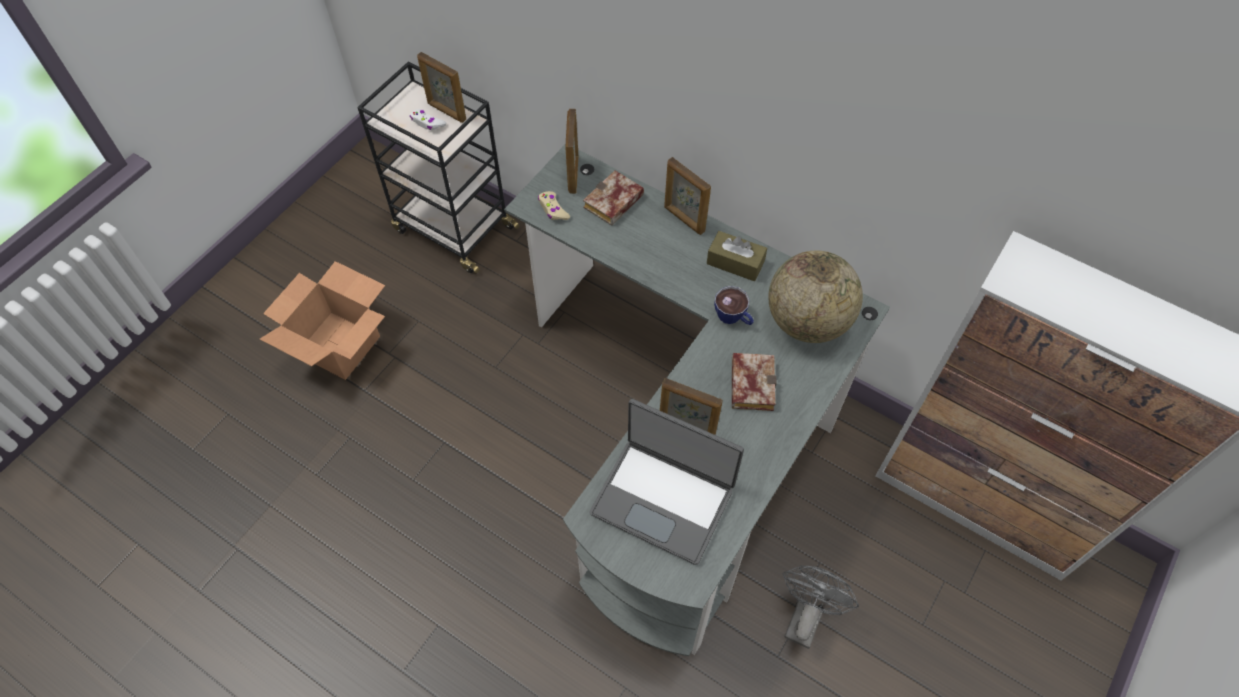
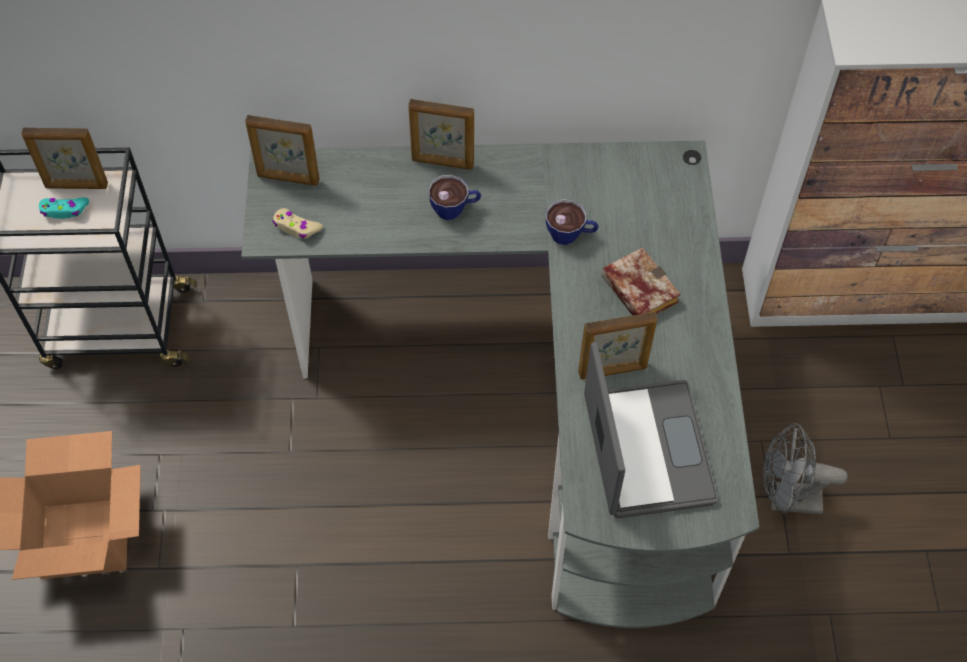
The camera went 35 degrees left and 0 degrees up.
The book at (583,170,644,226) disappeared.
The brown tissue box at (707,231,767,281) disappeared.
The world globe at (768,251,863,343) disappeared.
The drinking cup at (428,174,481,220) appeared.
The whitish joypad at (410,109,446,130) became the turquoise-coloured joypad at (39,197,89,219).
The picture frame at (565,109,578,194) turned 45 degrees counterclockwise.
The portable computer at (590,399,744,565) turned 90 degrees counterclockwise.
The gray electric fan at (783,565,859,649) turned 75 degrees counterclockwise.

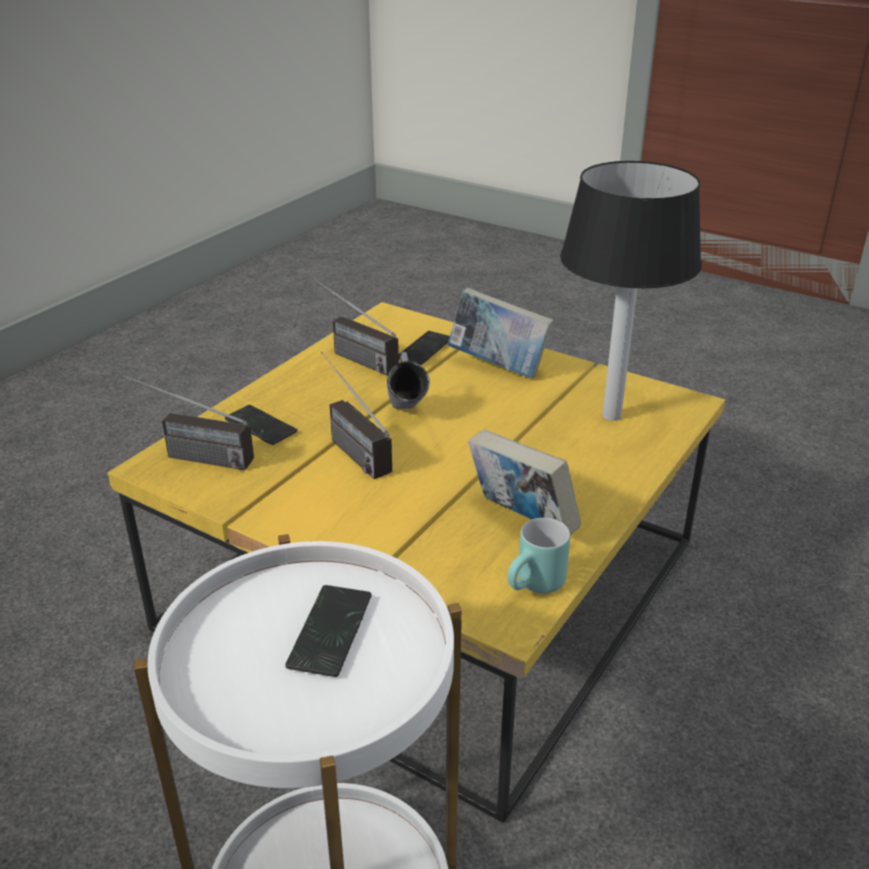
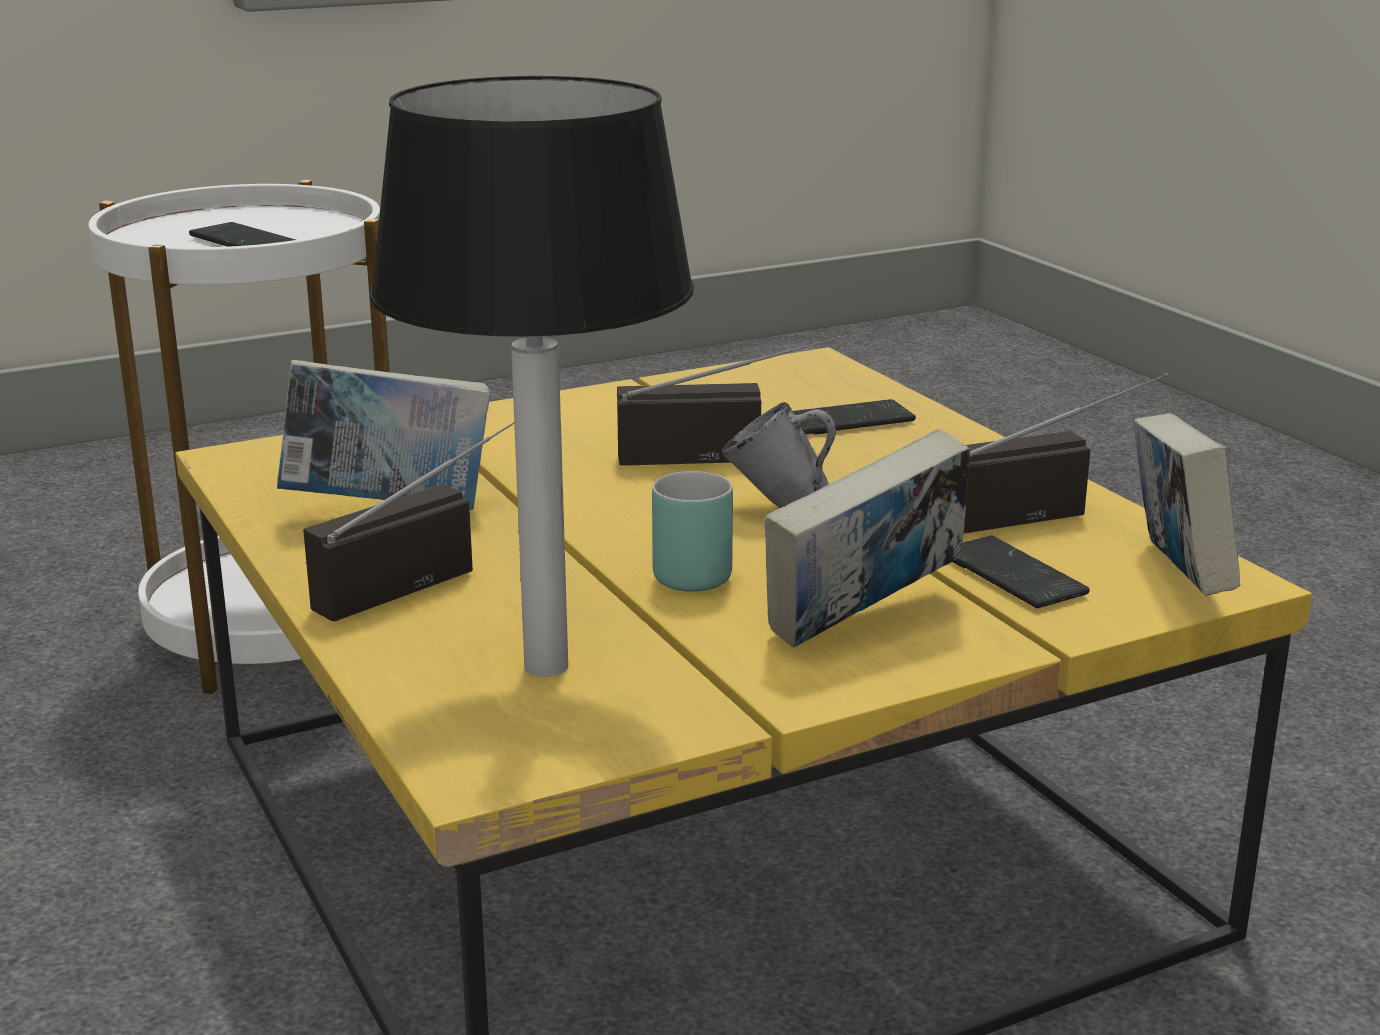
The camera went 120 degrees right and 10 degrees down.
The book at (1133,413,1240,595) appeared.
The radio set moved from (124,375,254,470) to (303,422,514,621).
The turquoise-coloured tea mug moved from (507,518,570,593) to (652,471,733,592).

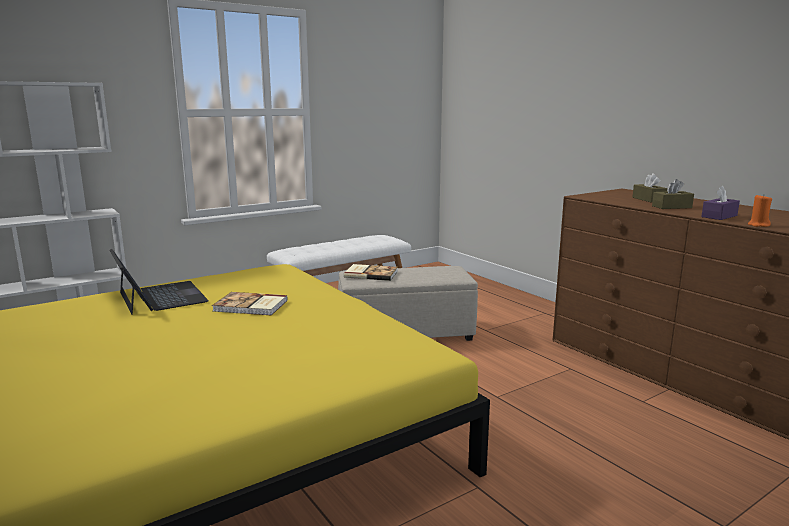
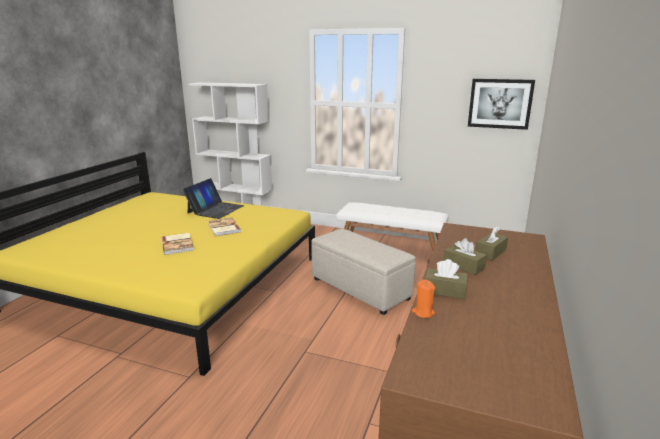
The camera went 55 degrees right and 5 degrees up.
The wall art at (468,79,535,130) appeared.
The book moved from (344,264,398,281) to (161,233,194,255).
The purple-coloured tissue box at (701,186,740,220) became the brown tissue box at (425,259,468,299).

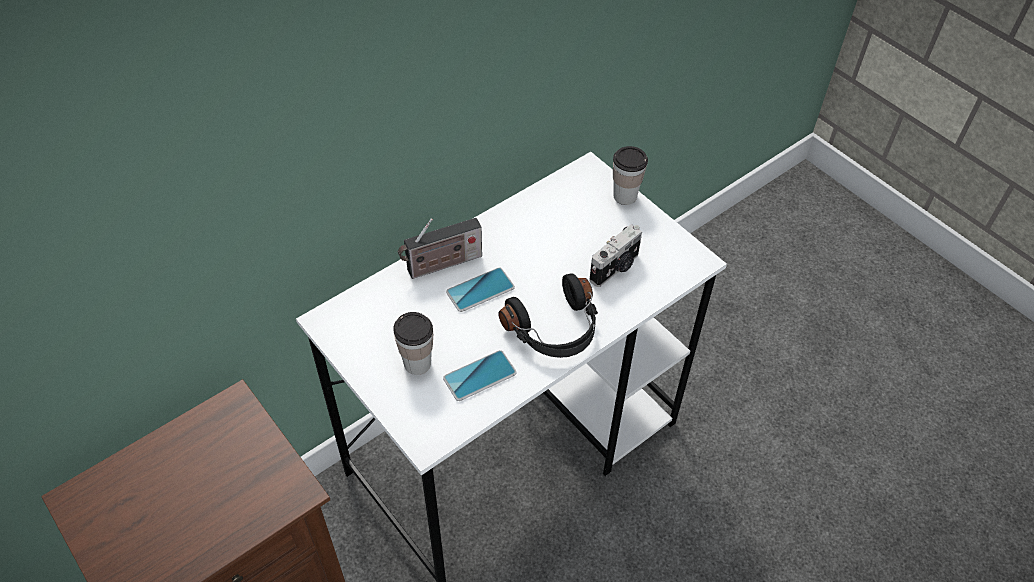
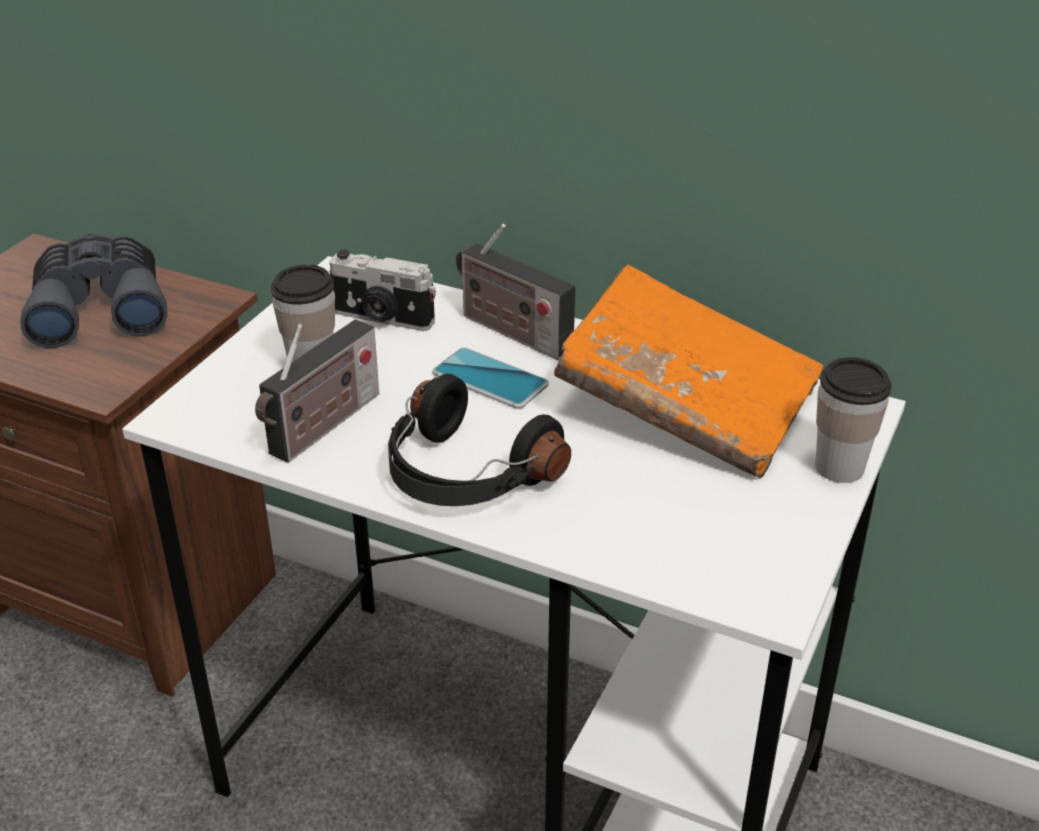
The camera went 65 degrees right and 15 degrees down.
The gray pair of binoculars at (20,233,168,348) appeared.
The orange-coloured book at (554,265,823,478) appeared.
The photo camera moved from (589,224,642,287) to (329,249,436,331).
The phone at (443,350,517,401) was replaced by the radio set at (255,319,379,463).

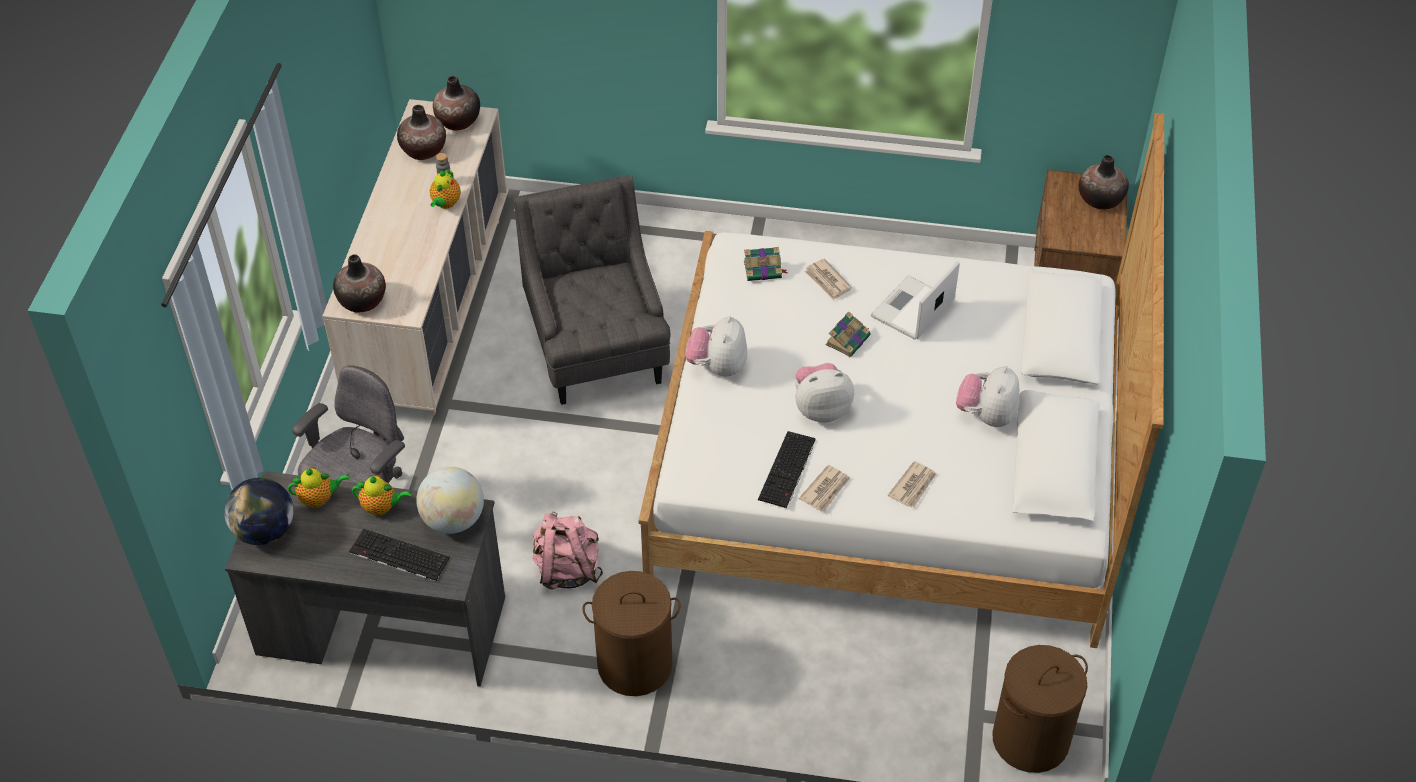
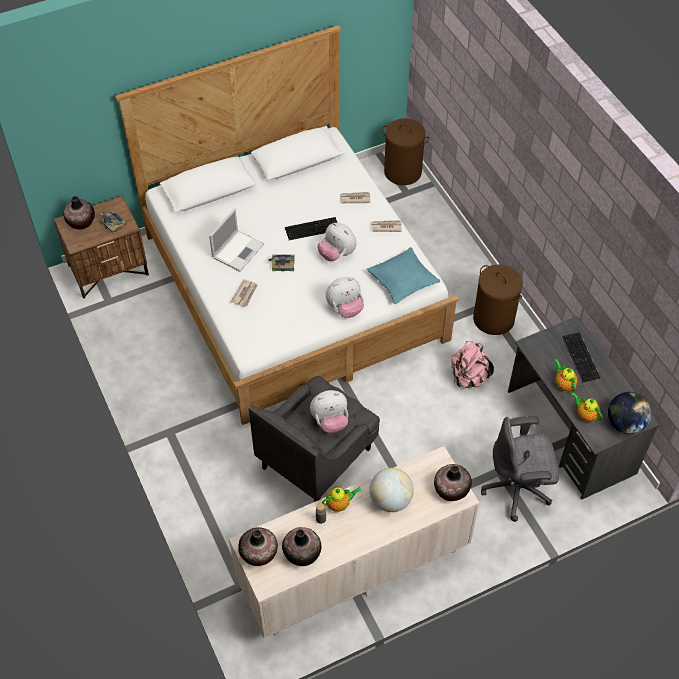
The camera went 125 degrees left and 5 degrees up.
The turquoise-coloured pillow at (367,247,440,304) appeared.
The world globe moved from (416,467,484,534) to (369,468,414,512).
The book moved from (744,247,787,281) to (99,211,126,234).
The computer keyboard moved from (758,431,816,509) to (285,217,337,240).
The cuddly toy moved from (956,366,1020,427) to (310,390,348,433).
The portable computer at (871,261,960,340) turned 60 degrees counterclockwise.

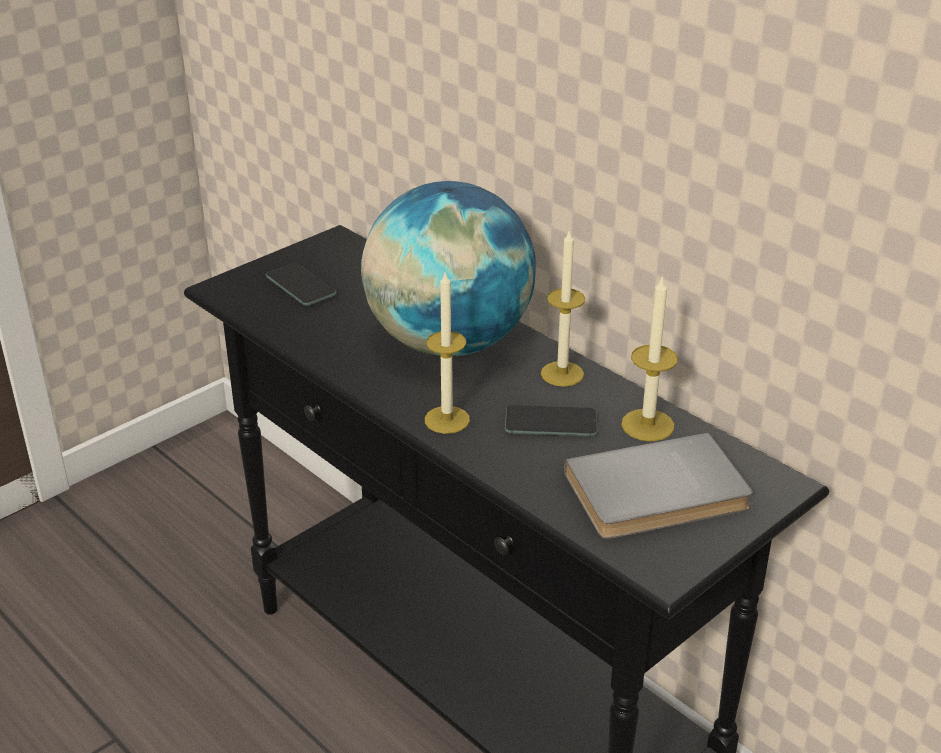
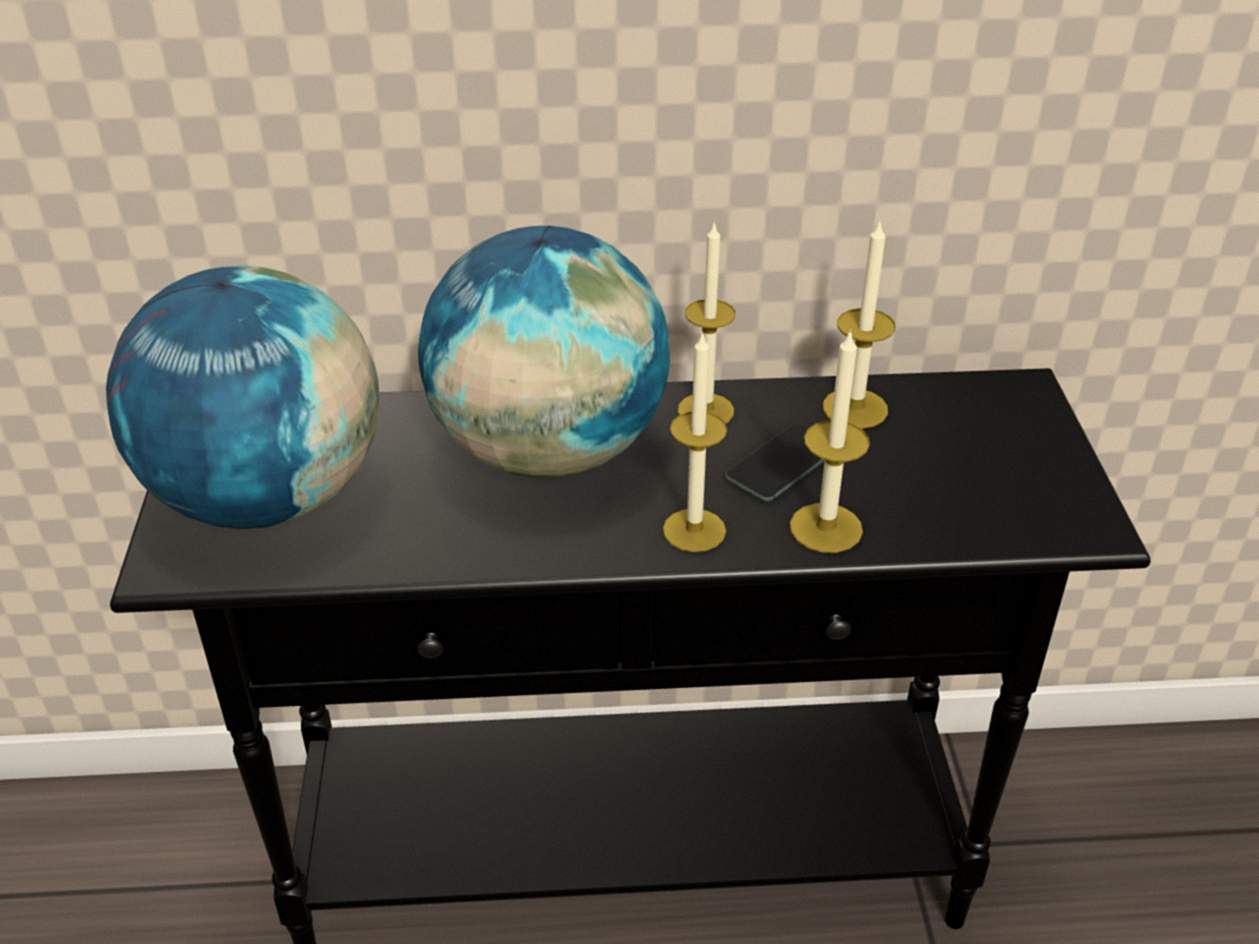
The camera went 50 degrees left and 5 degrees up.
The gray book at (564,433,752,539) disappeared.
The wax candle at (790,329,870,553) appeared.
The phone at (266,263,337,306) was replaced by the world globe at (106,265,379,529).

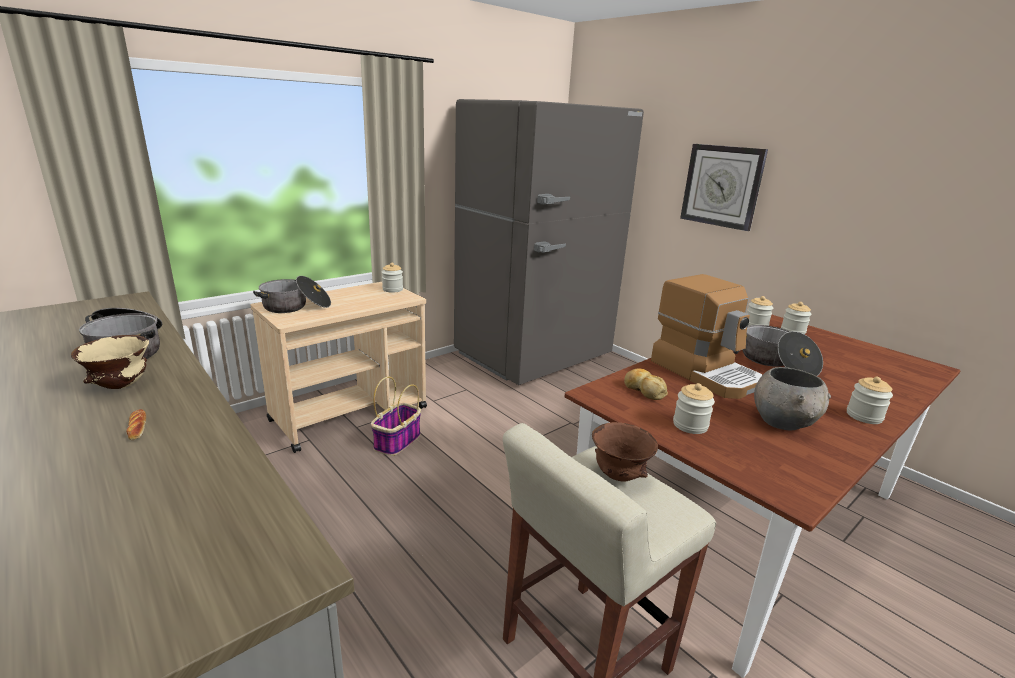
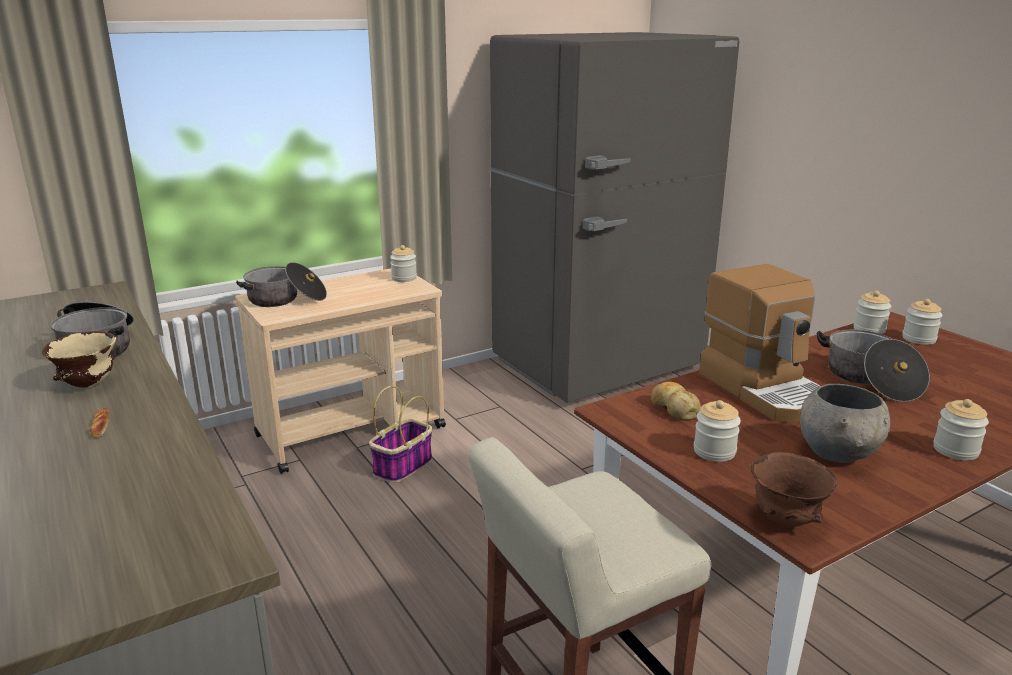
The camera went 10 degrees right and 0 degrees up.
The hanging clock at (680,144,768,231) disappeared.
The brown deep dish moved from (592,422,658,481) to (751,452,837,527).

